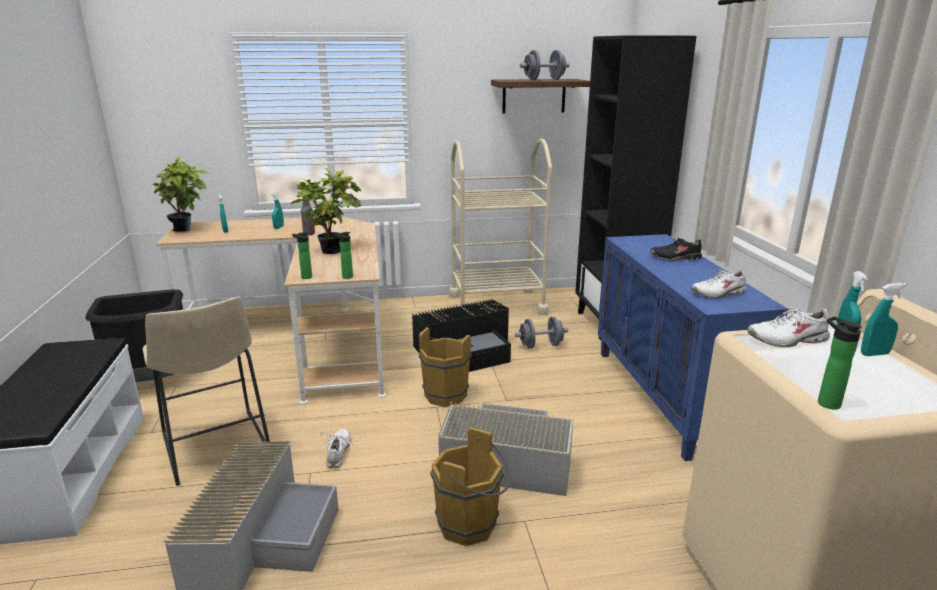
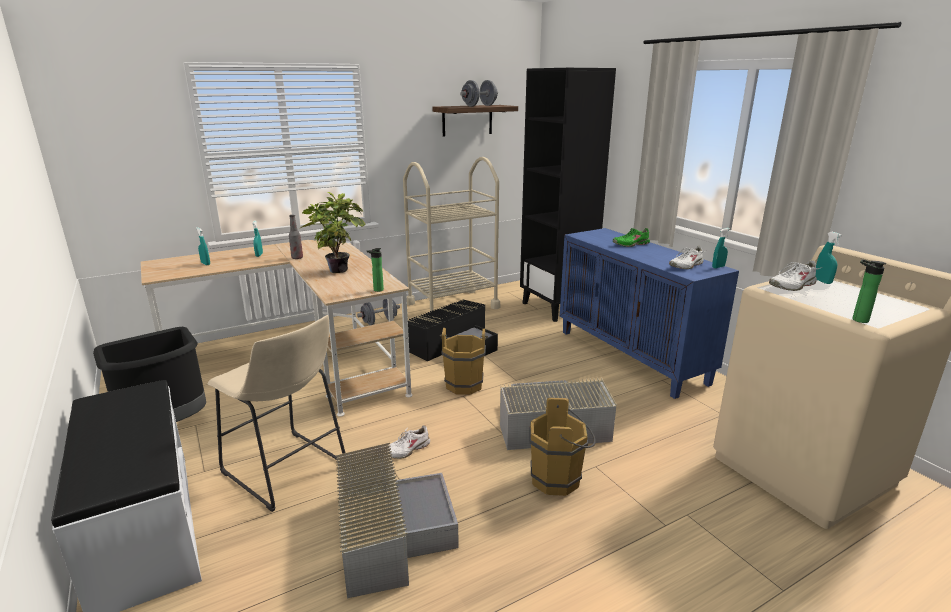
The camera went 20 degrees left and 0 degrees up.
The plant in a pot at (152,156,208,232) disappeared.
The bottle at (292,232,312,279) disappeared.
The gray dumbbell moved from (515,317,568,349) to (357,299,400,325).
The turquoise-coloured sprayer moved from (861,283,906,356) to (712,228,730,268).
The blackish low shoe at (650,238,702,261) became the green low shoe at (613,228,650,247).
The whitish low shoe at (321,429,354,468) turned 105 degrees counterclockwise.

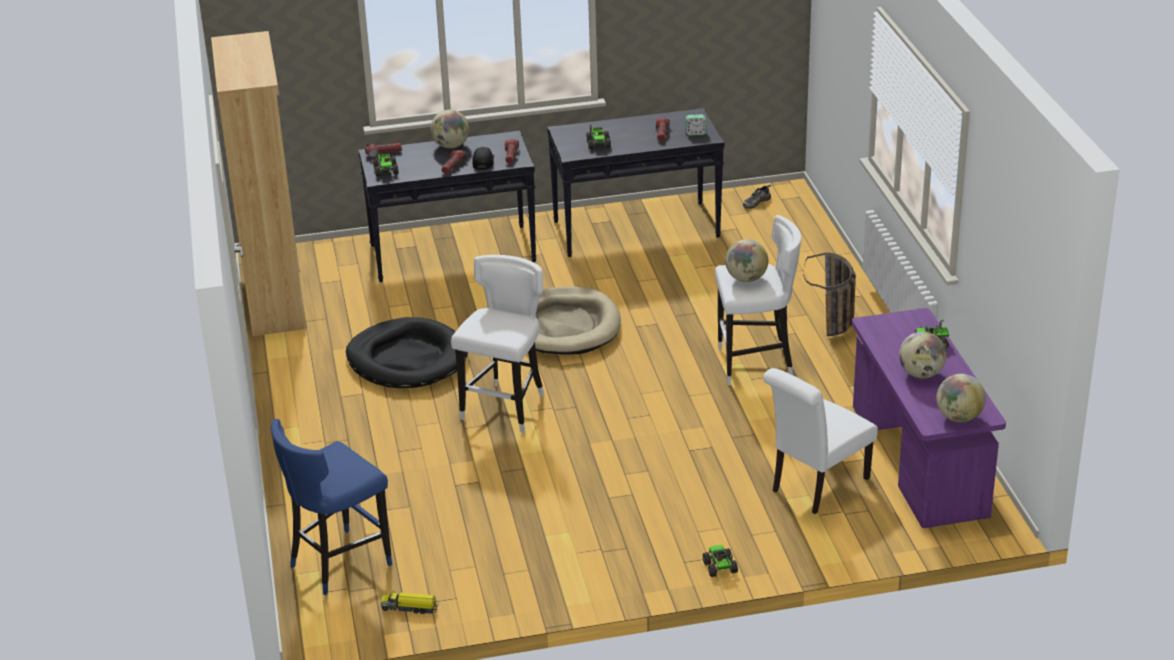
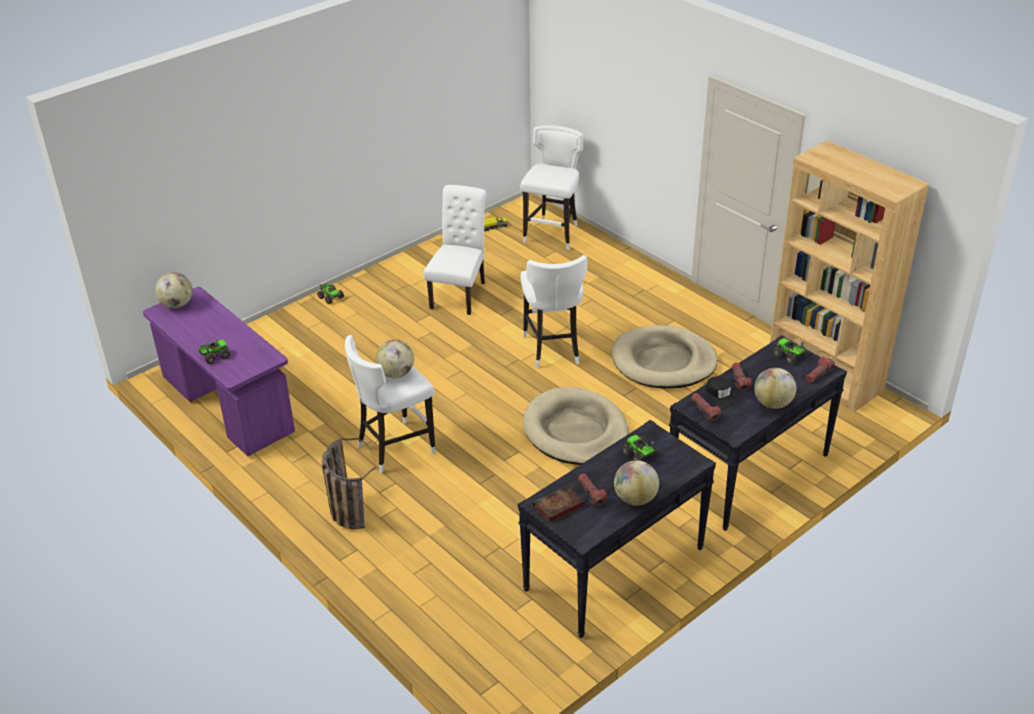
The camera went 150 degrees right and 5 degrees up.
The low shoe at (743,185,771,209) disappeared.
The whitish upright chair moved from (763,368,878,514) to (424,185,487,315).
The world globe moved from (899,332,947,378) to (614,460,659,506).
The alarm clock at (685,114,706,136) was replaced by the book at (533,485,584,523).
The bluish sitting stool at (271,419,392,595) became the whitish sitting stool at (520,126,583,250).
The blackish pet bed at (346,317,468,388) became the sand-coloured pet bed at (612,325,717,388).

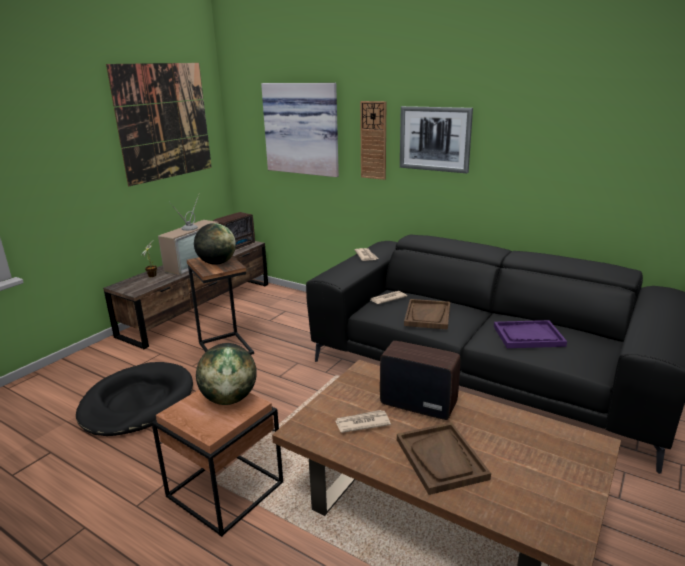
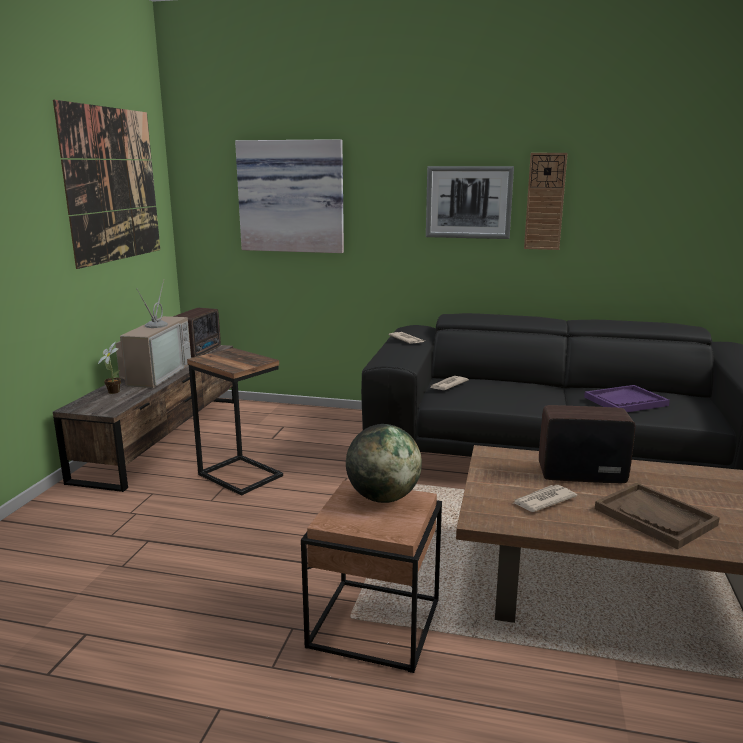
The camera went 20 degrees left and 5 degrees down.
The blackish pet bed at (76,362,193,436) disappeared.
The world globe at (194,223,236,265) disappeared.
The brown carrying tray at (404,299,450,330) disappeared.
The hanging clock moved from (360,101,386,180) to (524,153,568,250).

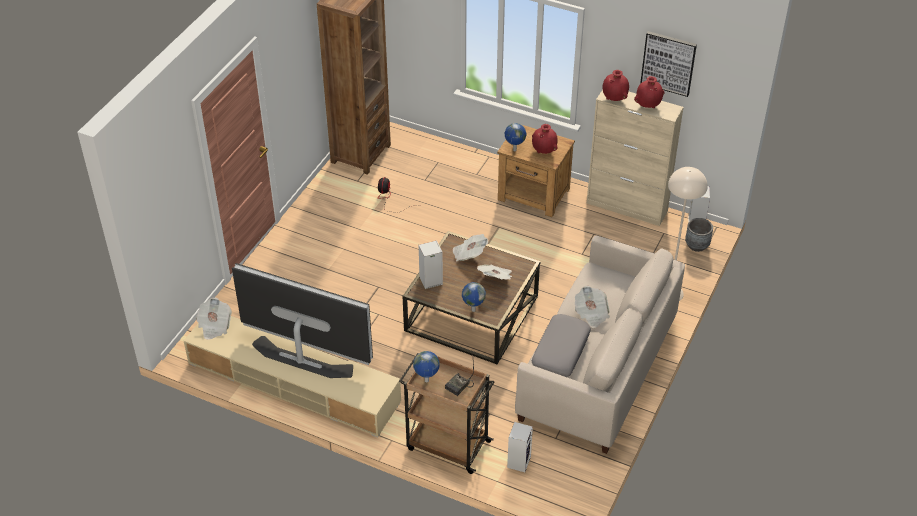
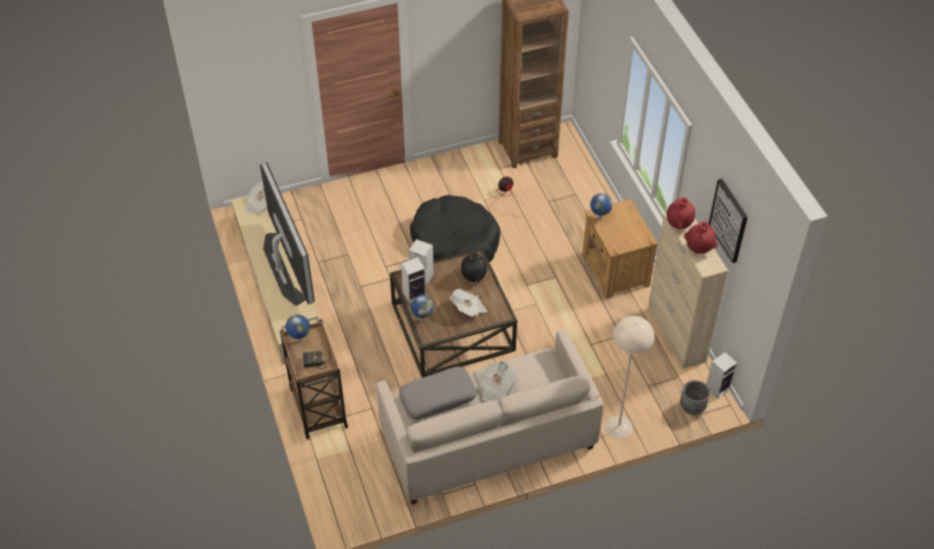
The camera went 45 degrees right and 5 degrees up.
The reddish decorative vase at (532,124,558,154) disappeared.
The blackish pet bed at (410,195,501,263) appeared.
The loudspeaker moved from (507,422,533,472) to (401,257,426,303).
The daily paper at (452,234,488,262) was replaced by the blackish decorative vase at (461,252,487,283).

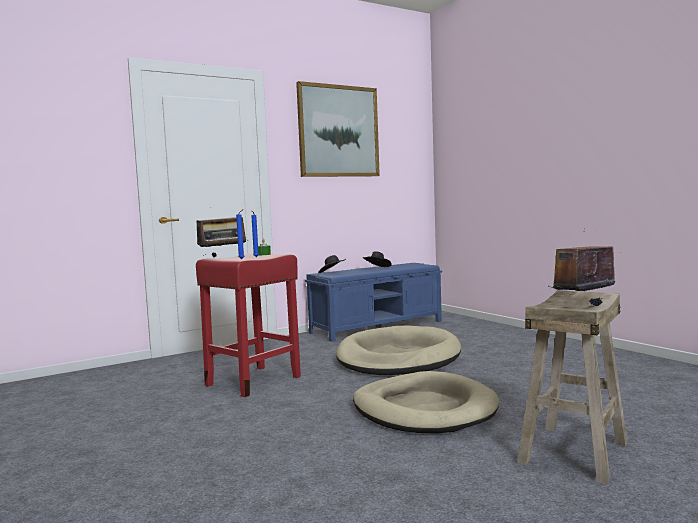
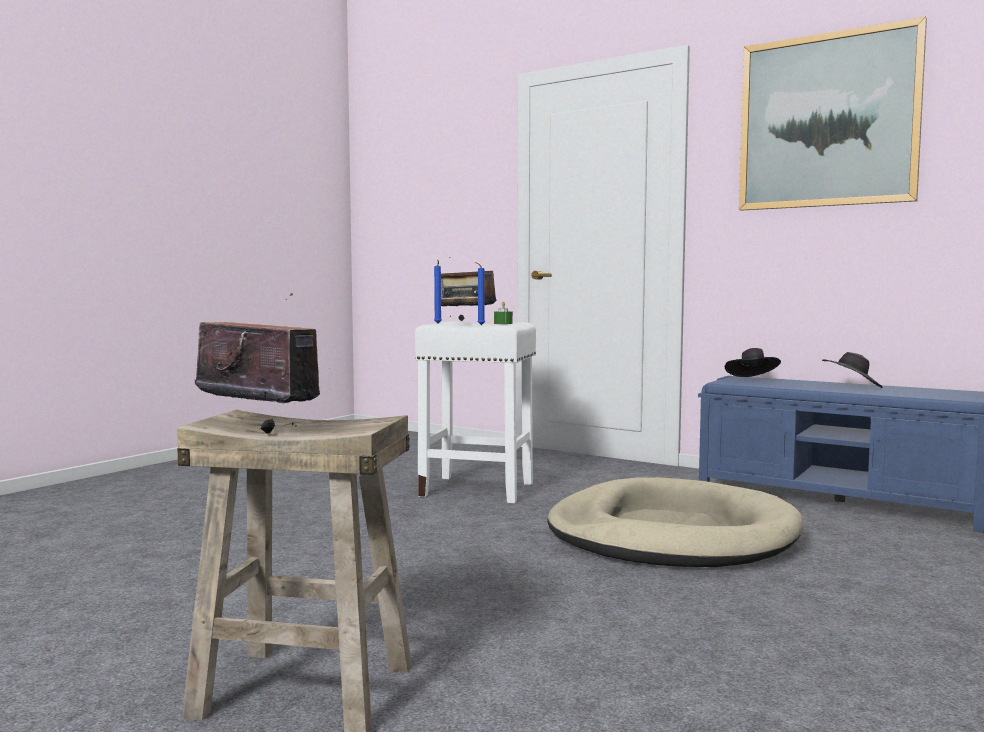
The camera went 65 degrees right and 0 degrees up.
The sand-coloured pet bed at (353,371,499,434) disappeared.
The reddish sitting stool at (196,253,301,397) became the whitish sitting stool at (415,321,536,503).

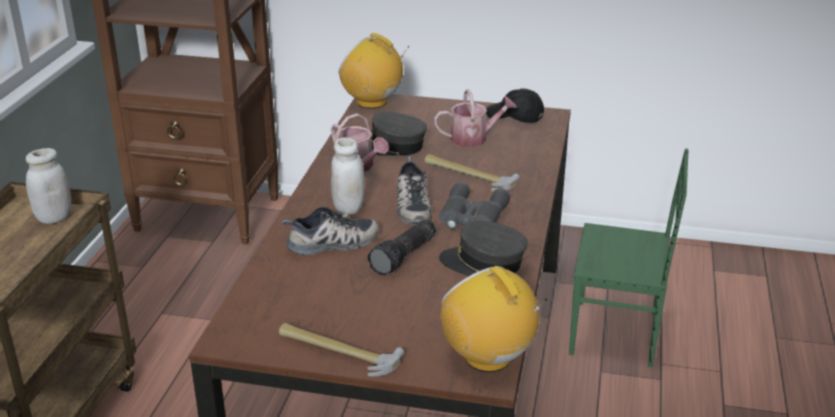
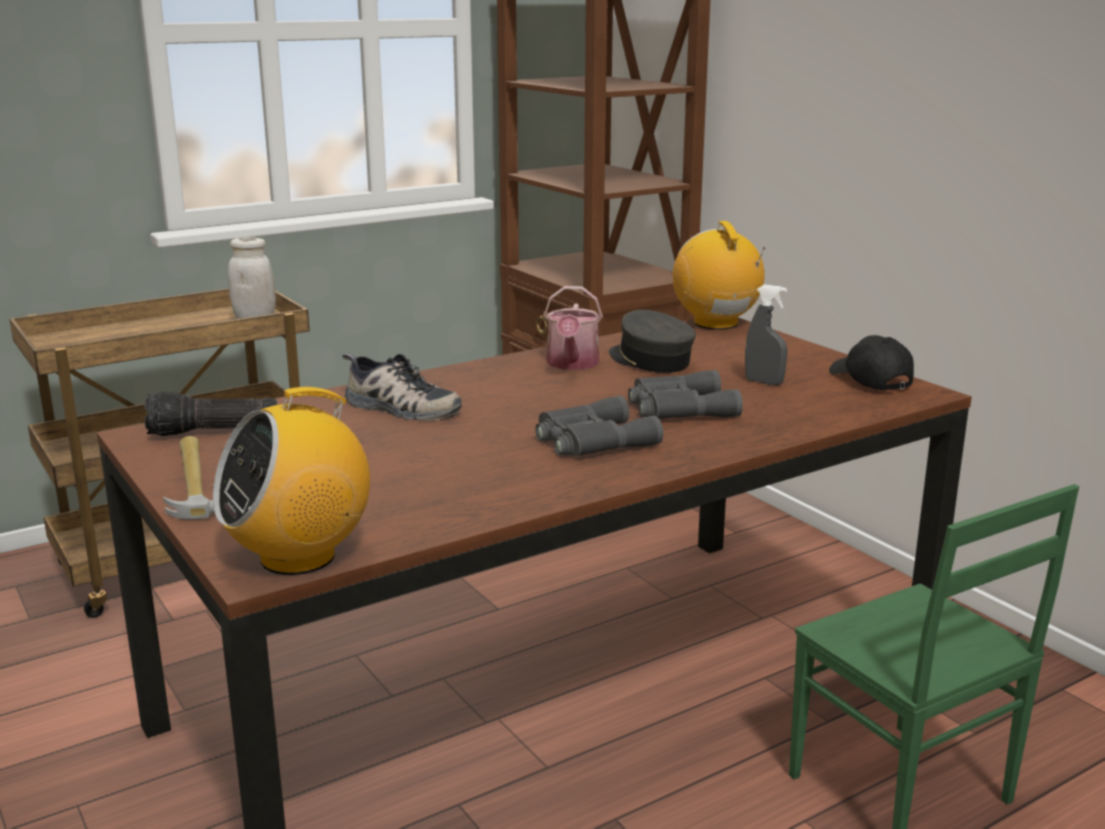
The camera went 45 degrees right and 10 degrees down.
The whitish preserve jar at (331,137,365,214) disappeared.
The low shoe at (397,156,432,225) disappeared.
The gray peaked cap at (439,221,528,276) disappeared.
The hand torch moved from (367,220,436,275) to (145,391,277,436).
The hand hammer at (424,154,520,191) was replaced by the gray pair of binoculars at (628,370,743,419).
The watering pot at (434,89,517,147) was replaced by the gray sprayer at (745,284,788,385).
The radio set at (441,266,547,372) turned 135 degrees counterclockwise.

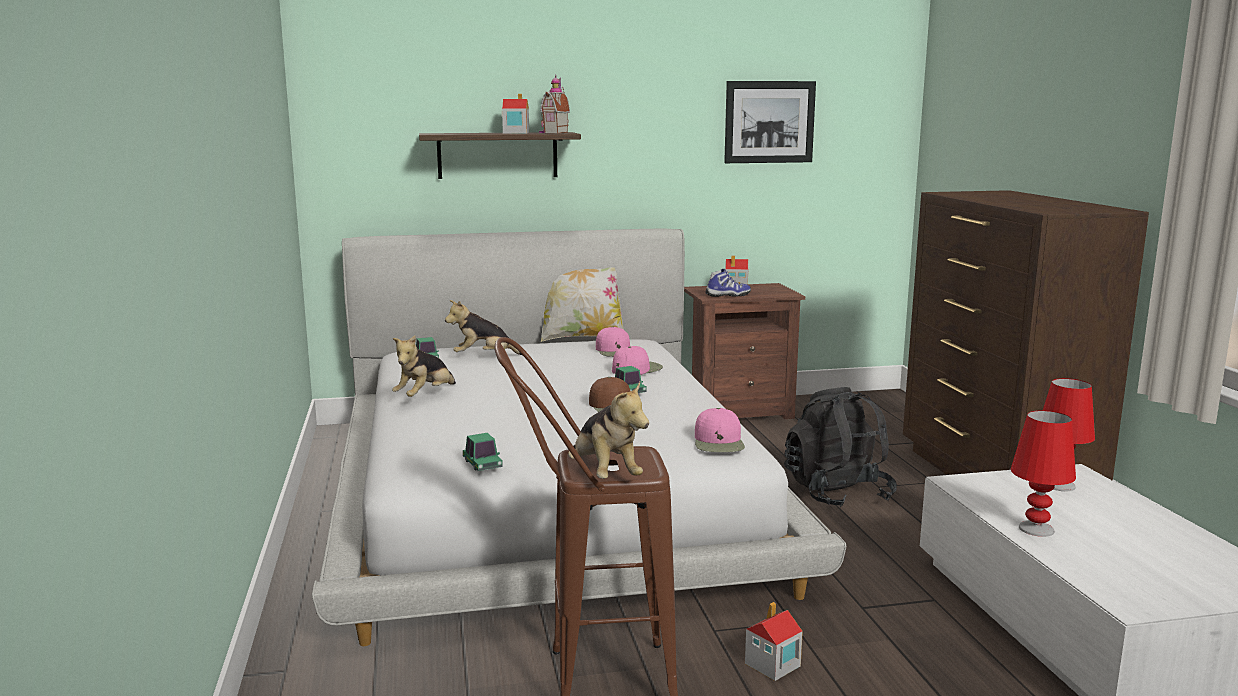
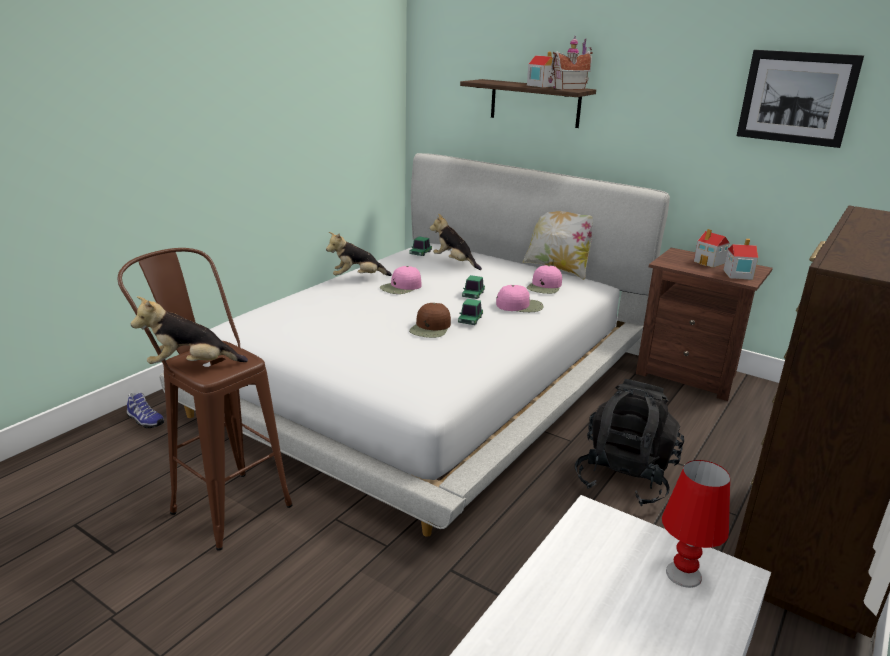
The camera went 45 degrees right and 10 degrees up.
The reddish table lamp at (1011,410,1076,537) disappeared.
The toy car moved from (463,433,503,471) to (462,275,485,299).
The pinkish peaked cap moved from (695,408,745,452) to (380,266,422,294).
The low shoe moved from (705,269,751,297) to (127,393,164,428).
The miniature house moved from (745,602,803,681) to (723,239,758,280).
The cuddly toy at (568,382,649,479) turned 60 degrees clockwise.

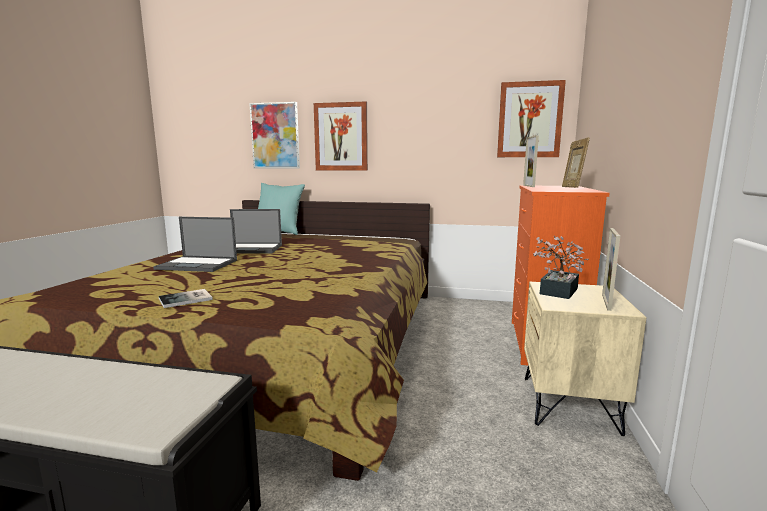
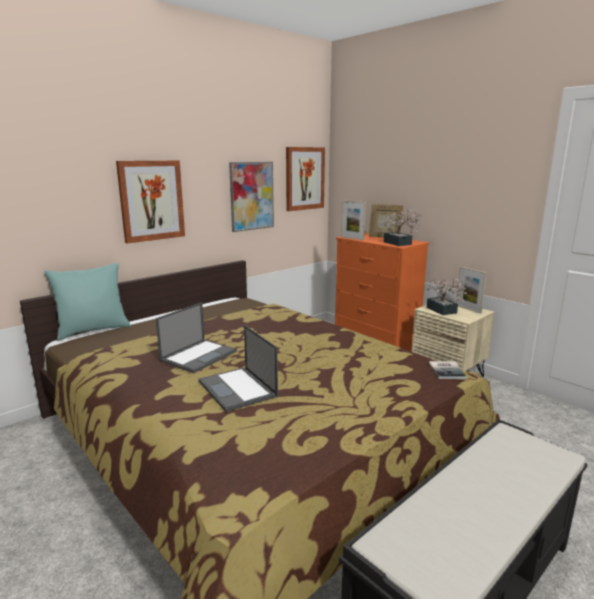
The camera went 55 degrees left and 5 degrees up.
The plant in a pot at (380,209,422,246) appeared.
The book moved from (159,289,213,308) to (429,361,467,379).
The wall art moved from (249,102,300,169) to (229,162,274,232).
The portable computer at (153,217,237,272) turned 105 degrees clockwise.

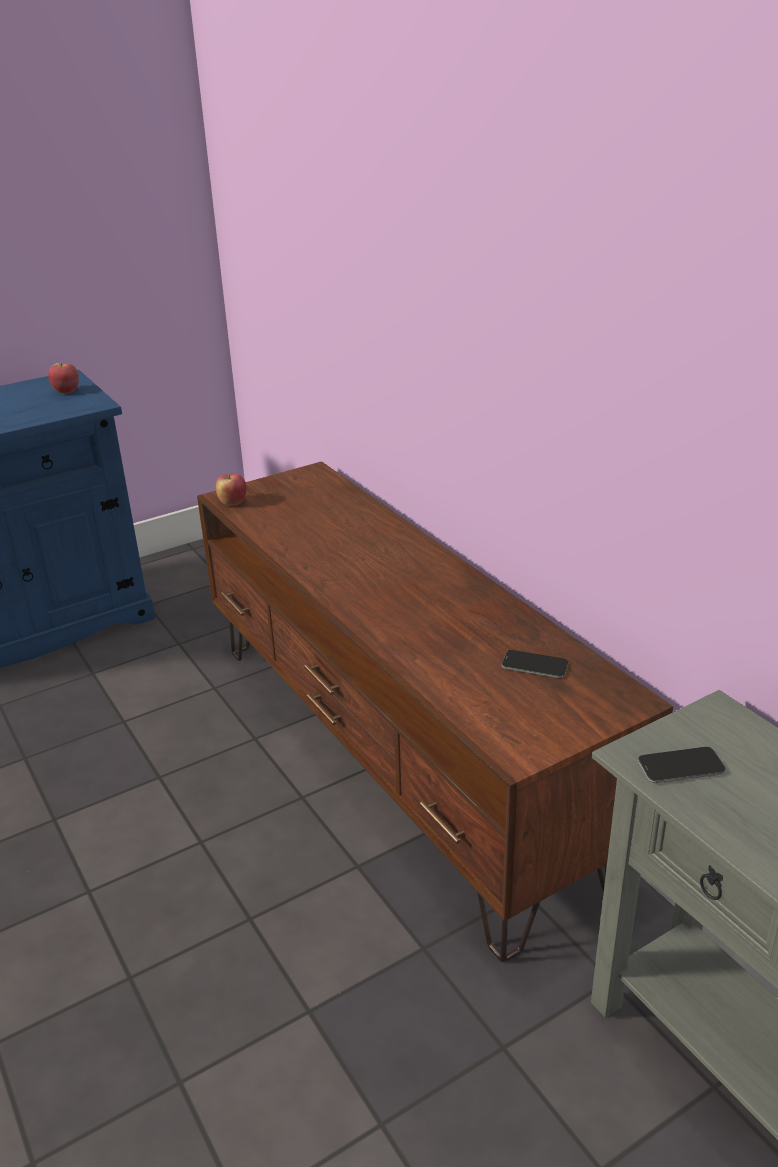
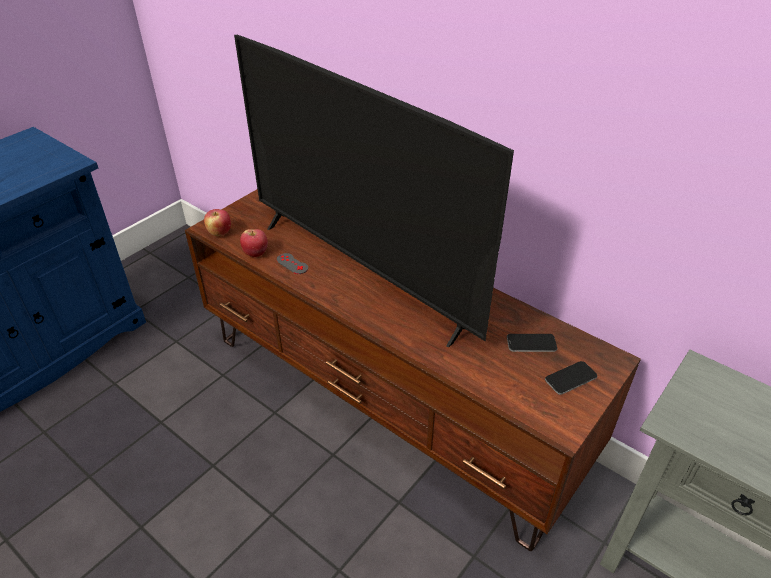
The camera went 20 degrees left and 10 degrees up.
The TV at (234,35,514,348) appeared.
The gray joypad at (277,253,308,274) appeared.
The apple fruit moved from (48,363,79,393) to (240,229,268,257).
The phone moved from (638,747,726,783) to (545,361,597,395).

